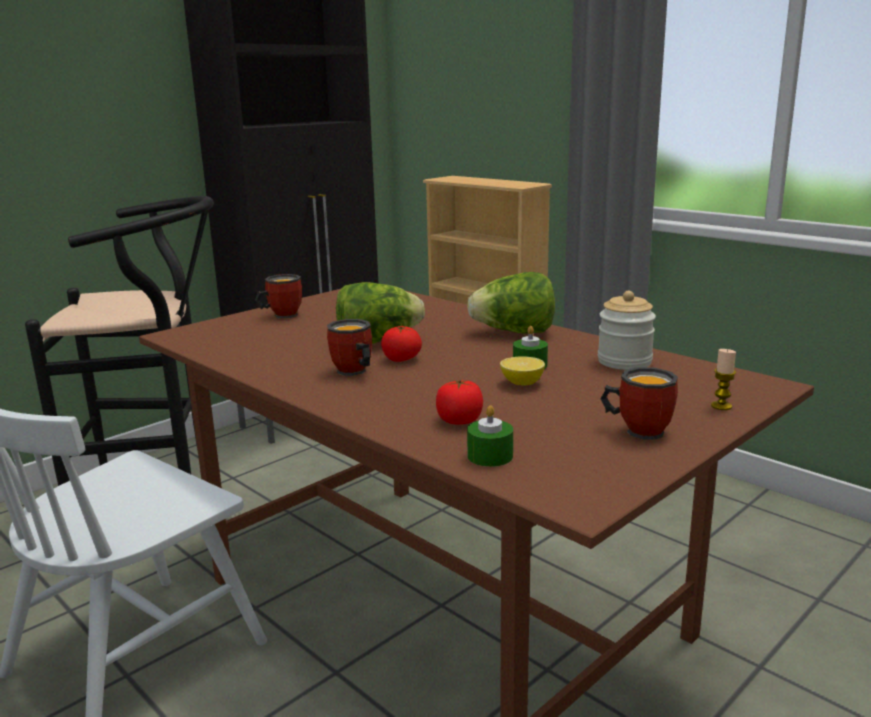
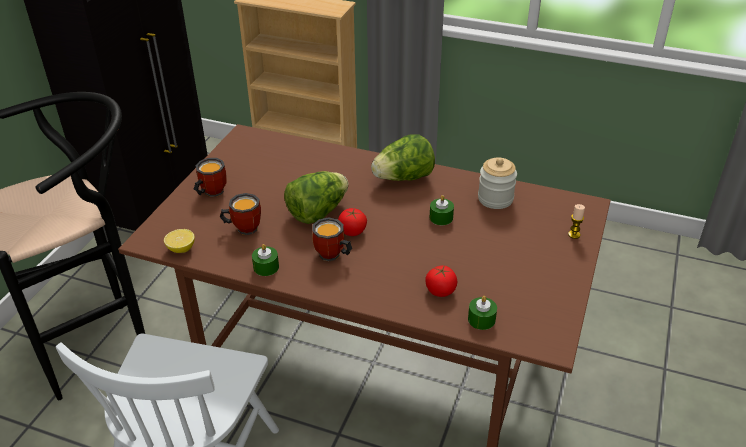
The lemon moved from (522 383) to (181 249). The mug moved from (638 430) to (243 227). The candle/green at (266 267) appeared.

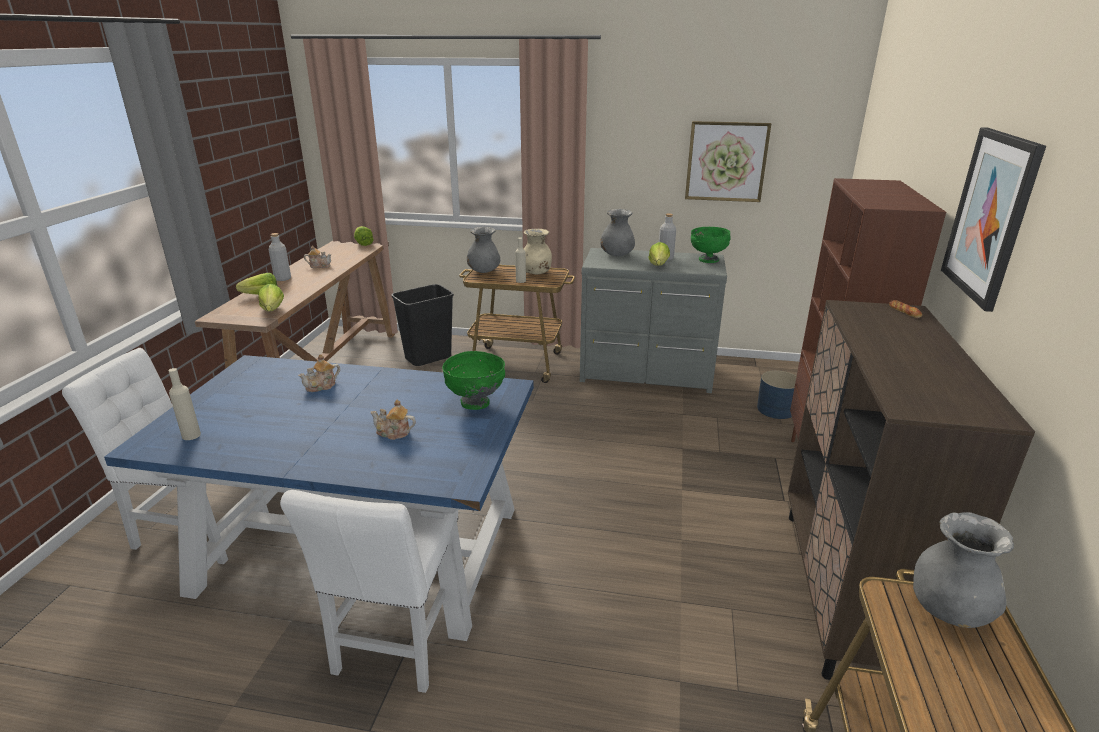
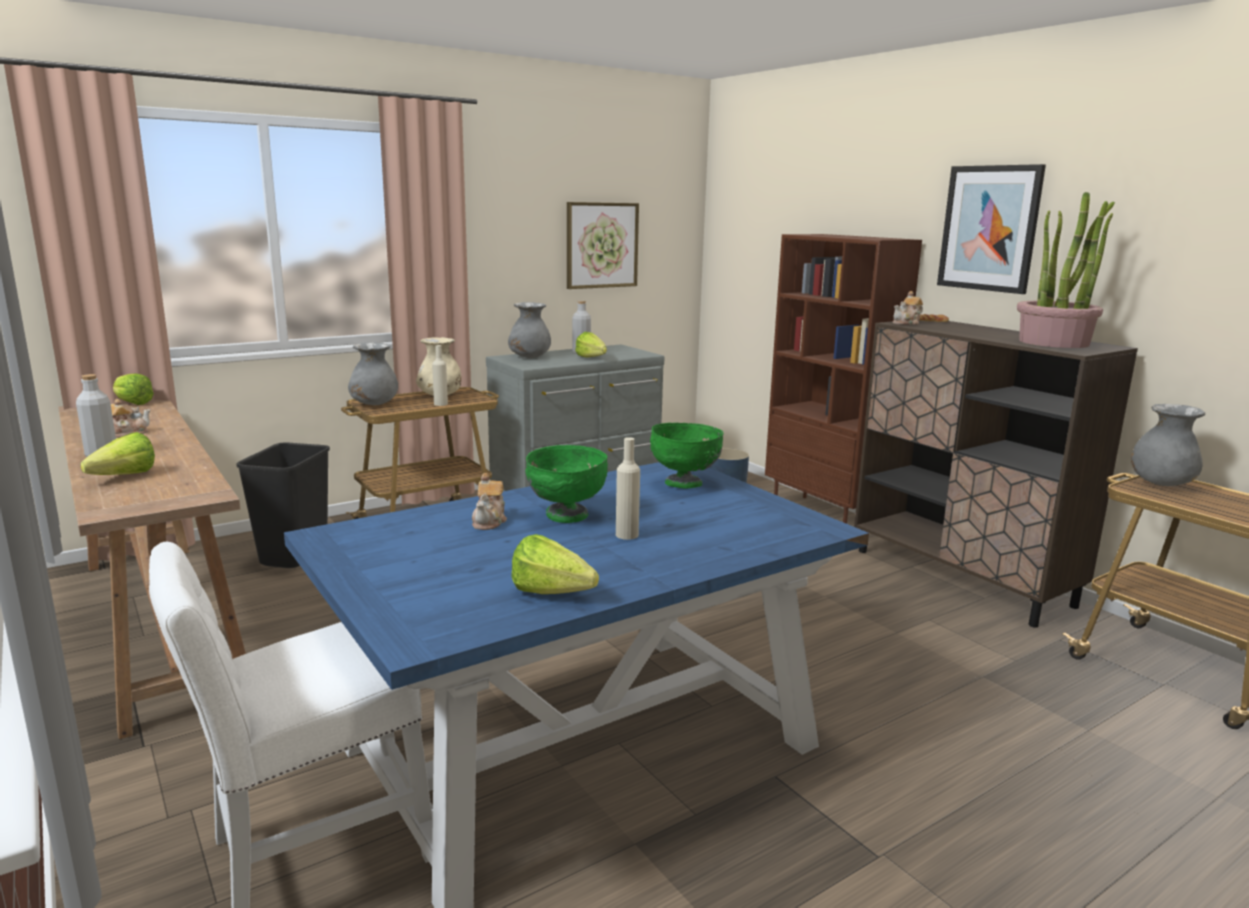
The lettuce moved from (271 312) to (556 595). The bowl/green moved from (707 260) to (566 515). The bottle/beige moved from (191 435) to (627 535). The teapot moved from (394 433) to (907 323). The potted plant at (1054 342) appeared. The chair/white at (400 638) disappeared.

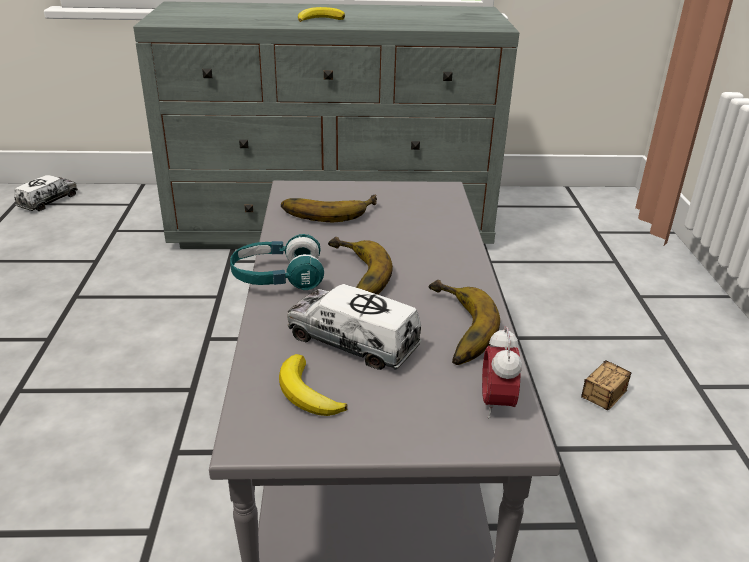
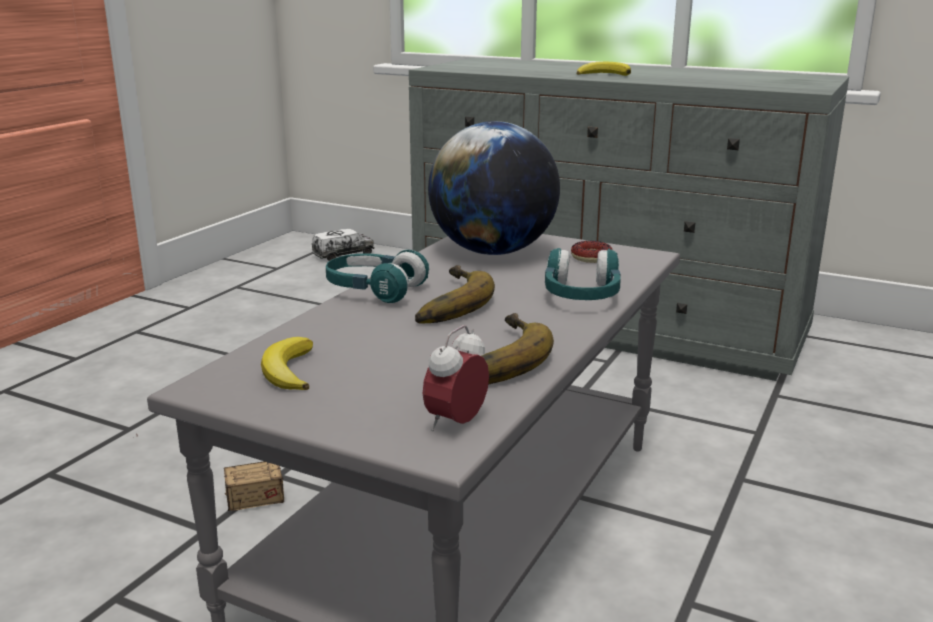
The storage box moved from (590 409) to (217 505). The banana at (328 210) was replaced by the globe at (493 252). The headphones/turquoise at (581 296) appeared. The donut at (591 257) appeared. The toy truck at (353 342) disappeared.

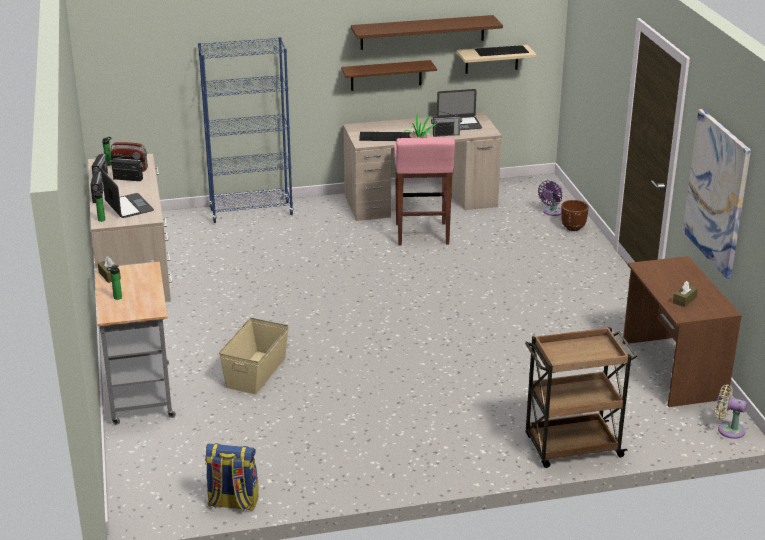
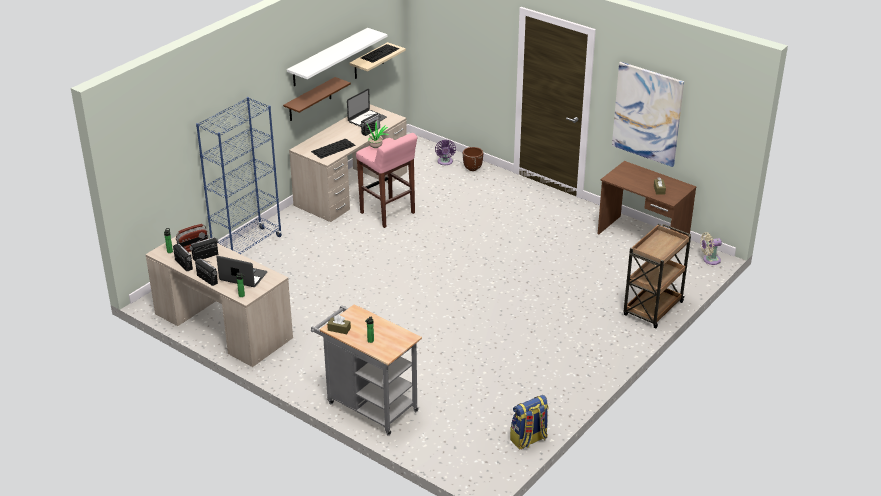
The shelf/brown at (422 32) became the shelf/white at (328 57). The storage box/beige at (255 372) disappeared.

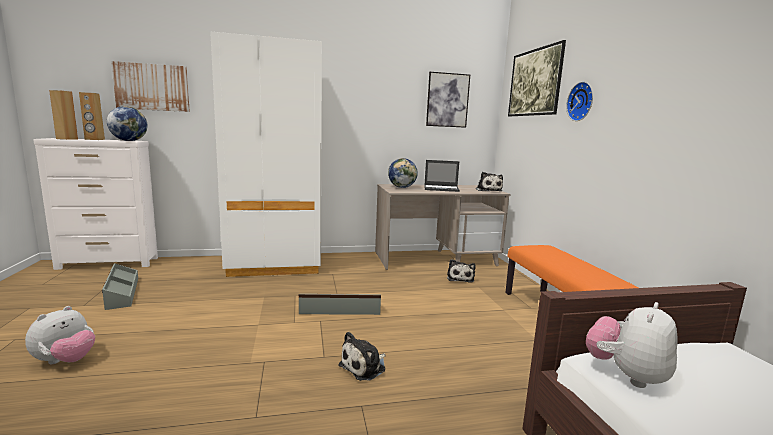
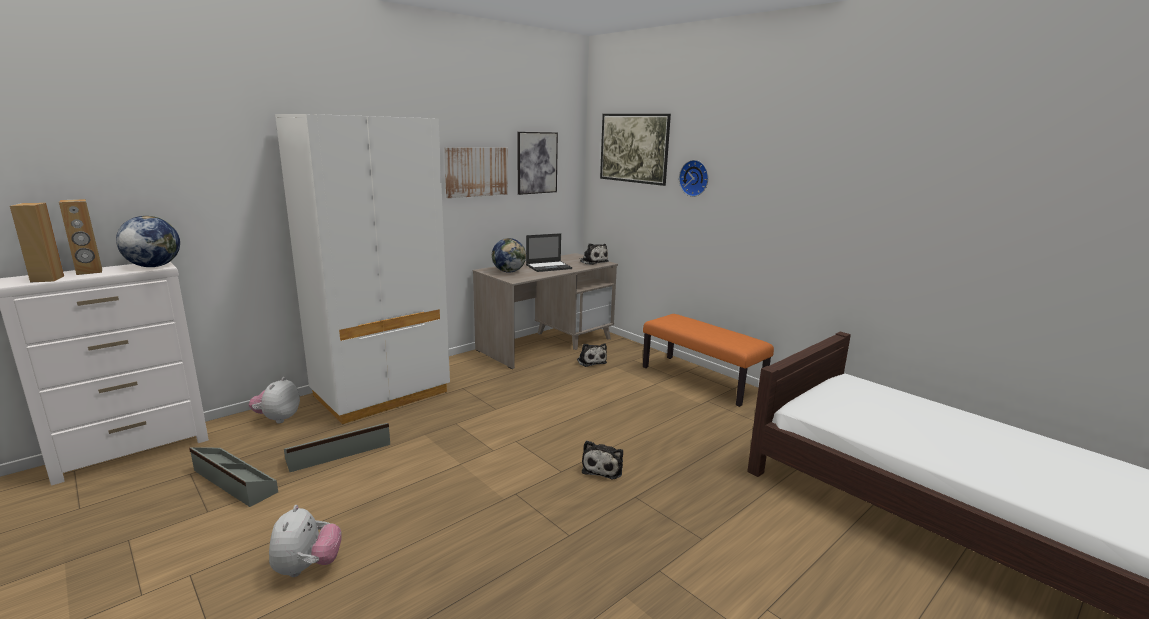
The plush toy moved from (626 375) to (277 419). The storage box/grey moved from (340 310) to (339 452). The picture moved from (152 87) to (476 172).

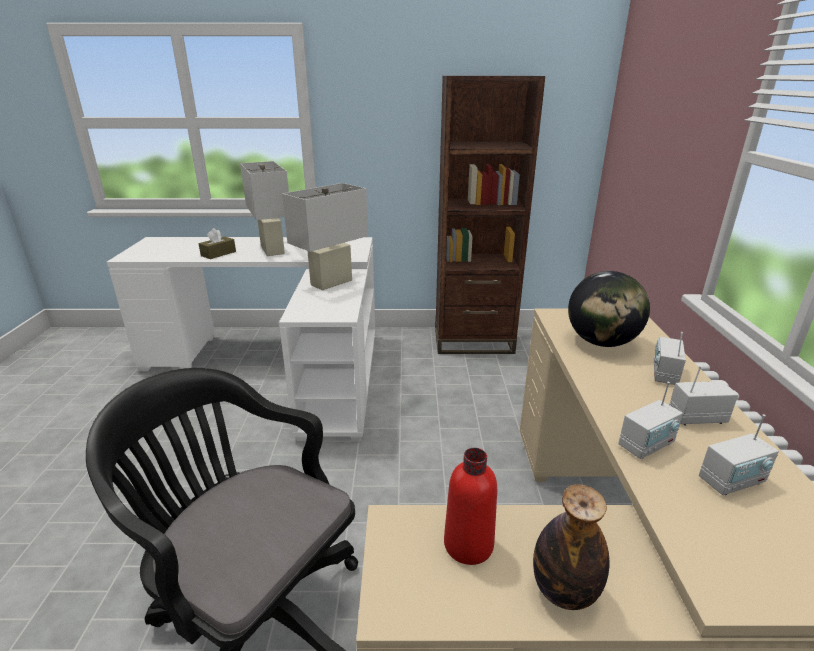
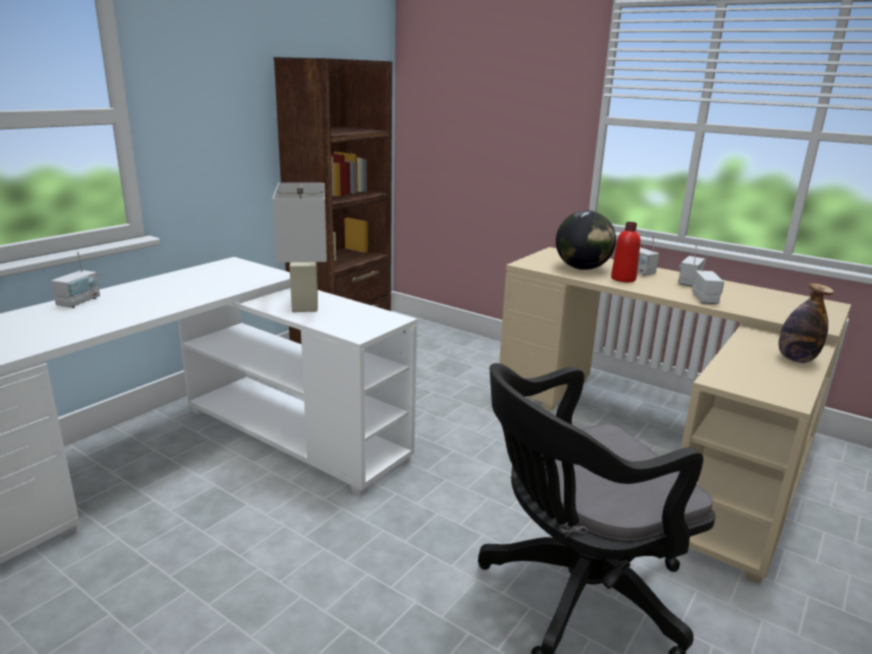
The radio moved from (732 481) to (79 302). The bottle/red moved from (468 544) to (623 279). The tissue box/brown at (218 254) disappeared. The table lamp/white at (272 250) disappeared.

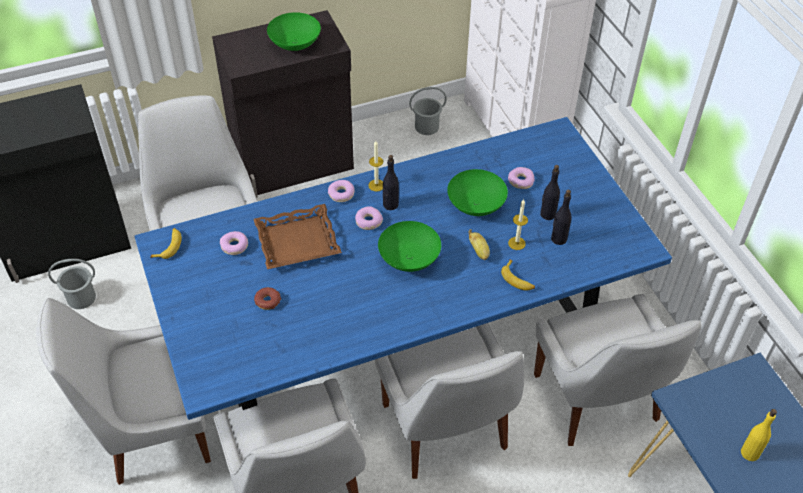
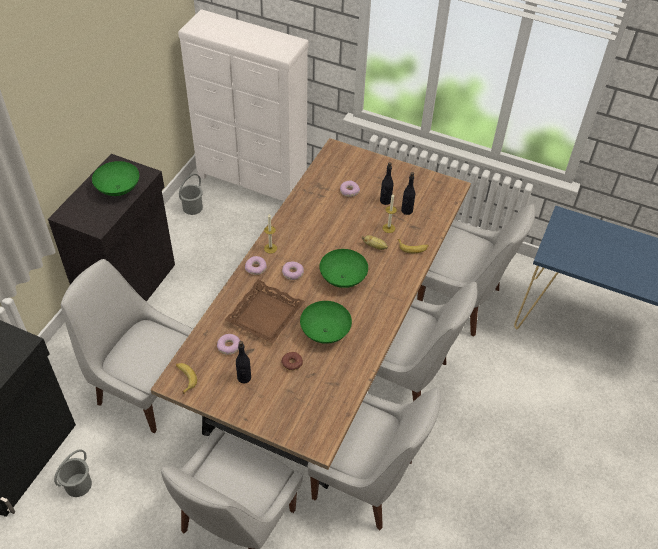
The dining table/blue at (400 343) became the dining table/brown at (326 350). The bottle/black moved from (390 205) to (244 378). The bowl/green moved from (476 206) to (326 332). The bottle/yellow at (750 453) disappeared.

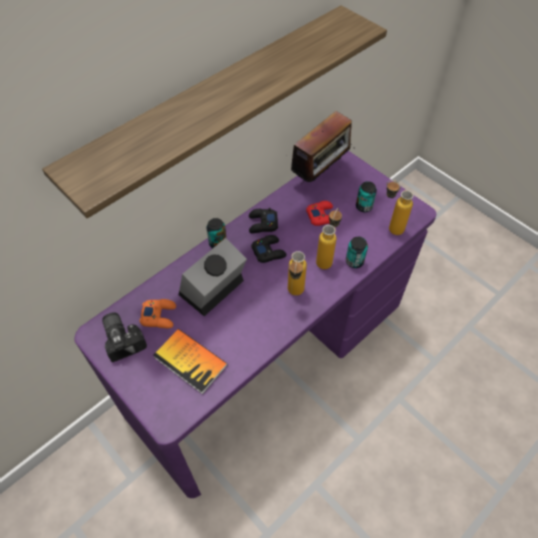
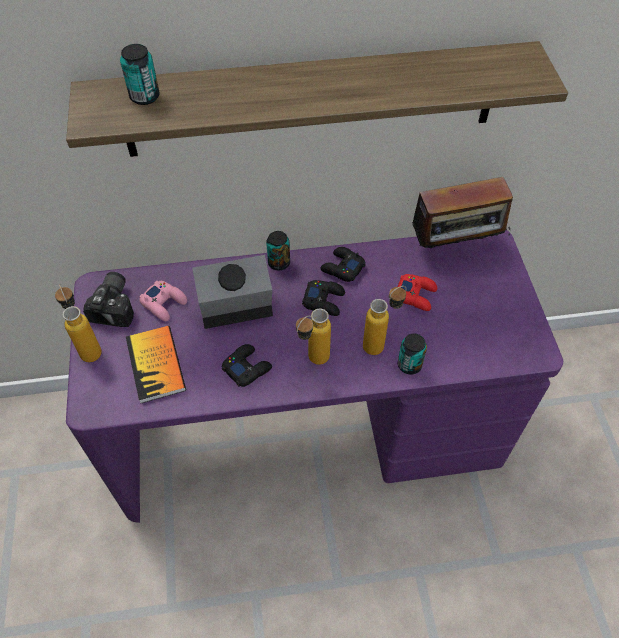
The bottle moved from (390 227) to (88 347). The can moved from (364 207) to (144 97). The game controller/orange at (159 316) became the game controller/pink at (164 303). The game controller/black at (247 368) appeared.

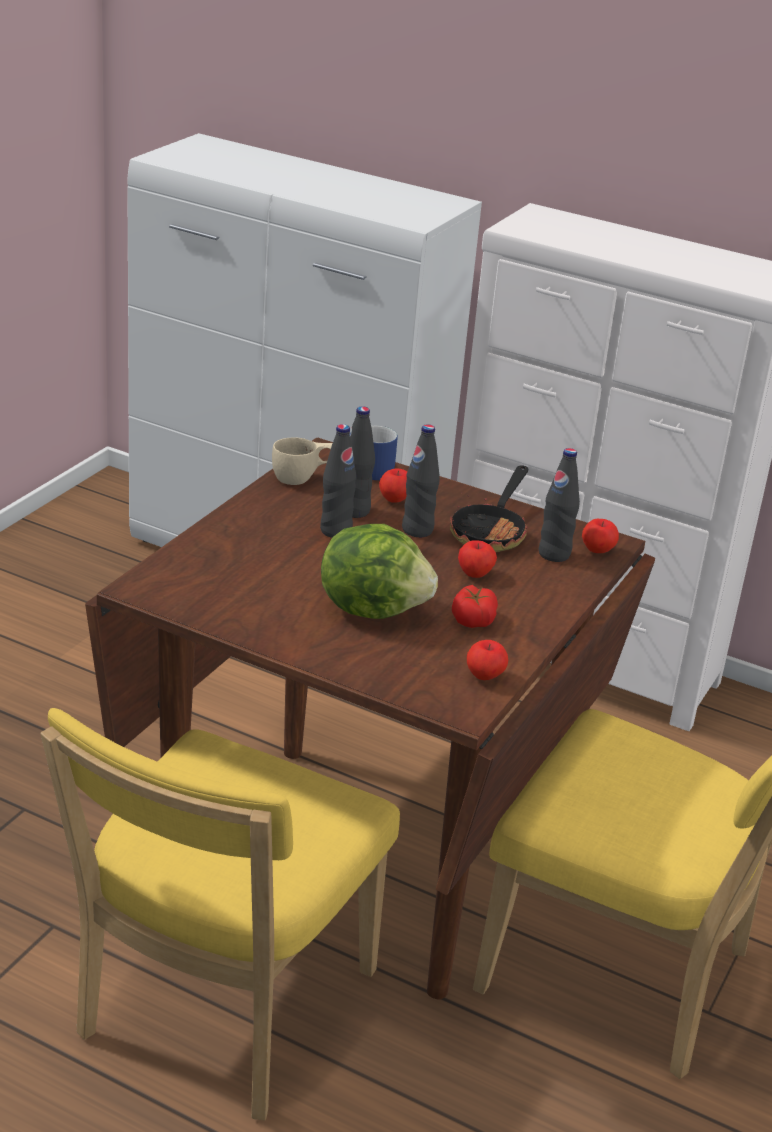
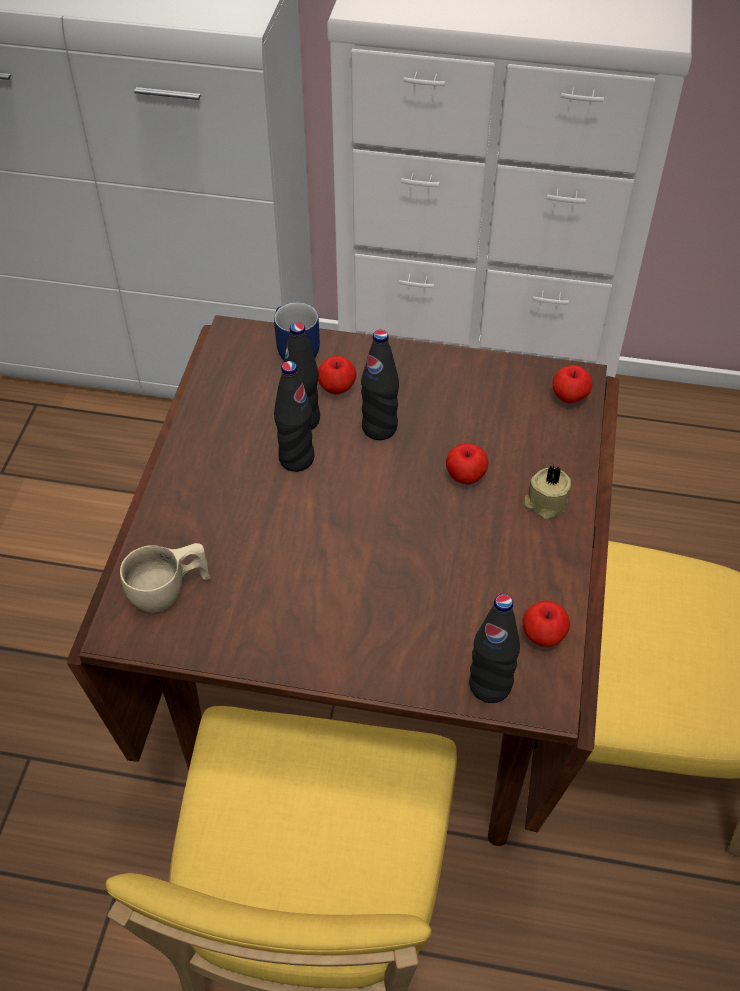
The cup/beige moved from (303 479) to (169 592). The bottle/black moved from (554 554) to (490 686). The candle/beige at (545 503) appeared. The lettuce at (373 608) disappeared. The frying pan at (492 531) disappeared. The tomato at (473 619) disappeared.

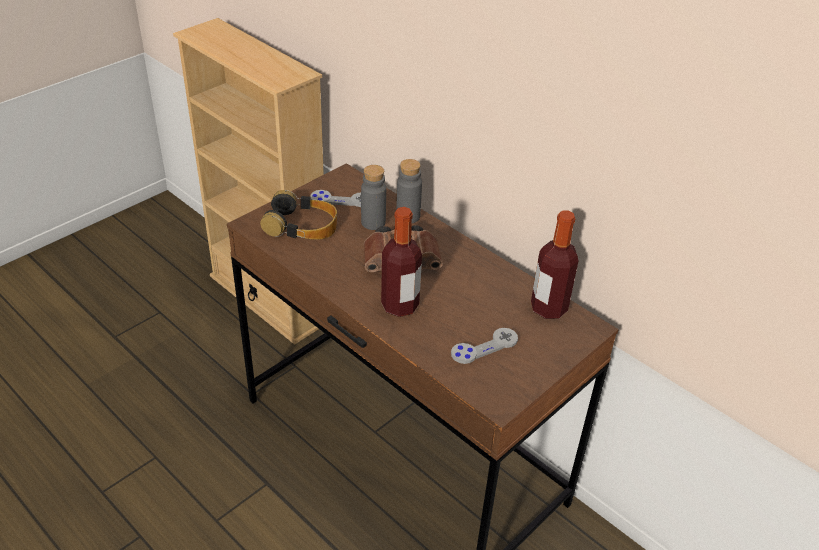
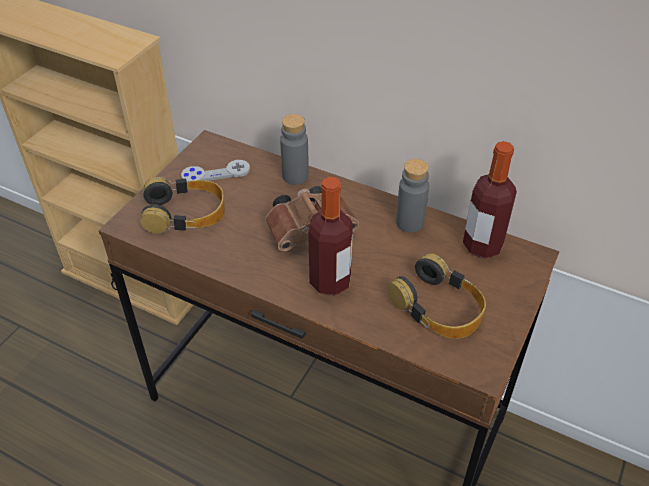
The game controller/grey at (484 347) was replaced by the headphones at (438 307). The bottle/grey moved from (373 222) to (409 222).

